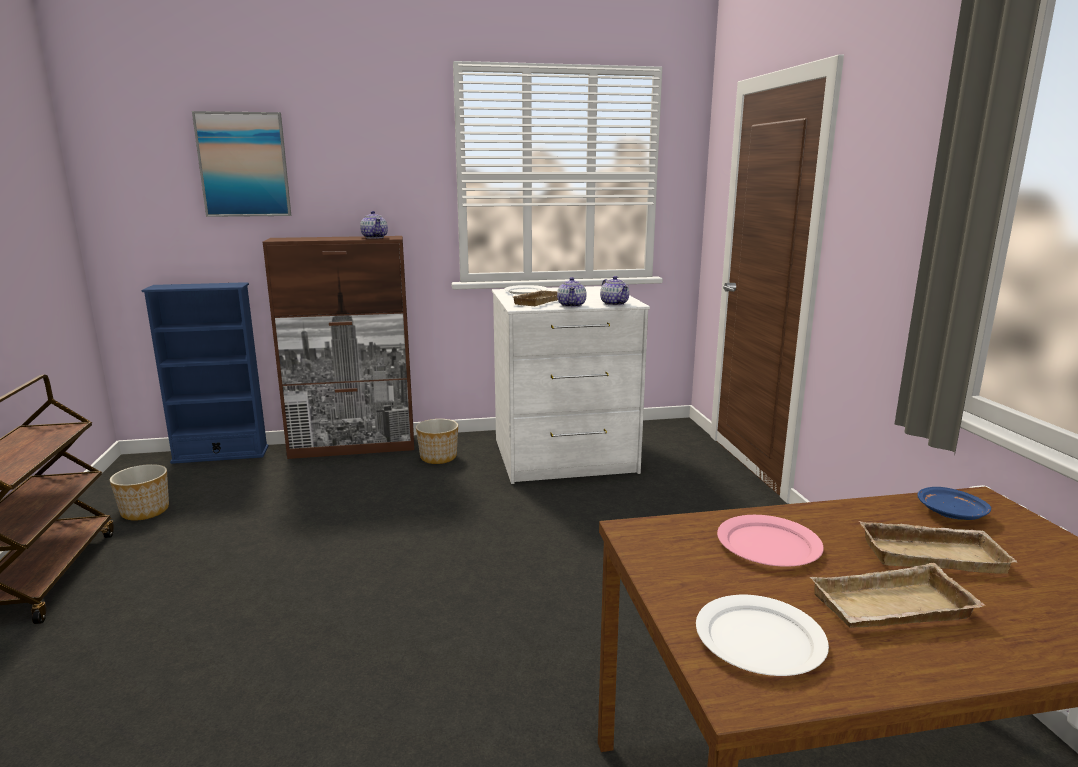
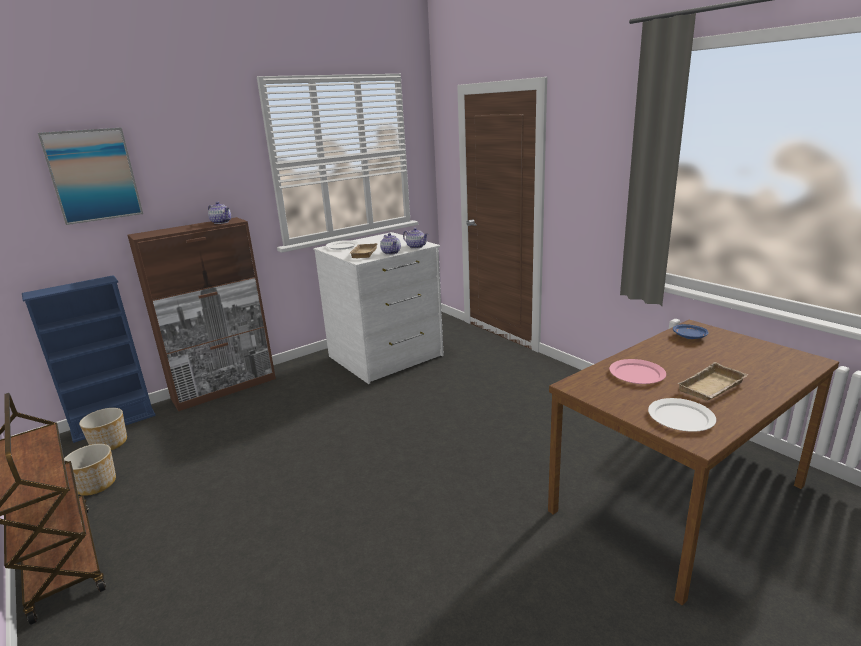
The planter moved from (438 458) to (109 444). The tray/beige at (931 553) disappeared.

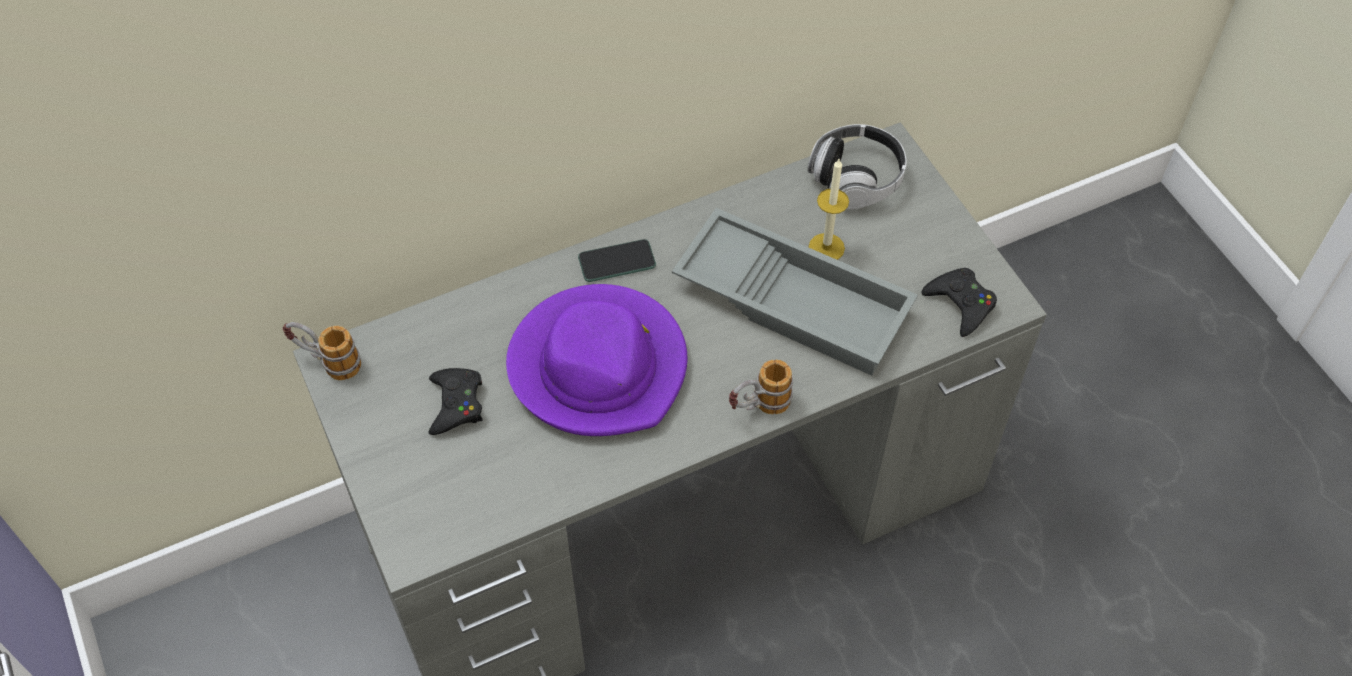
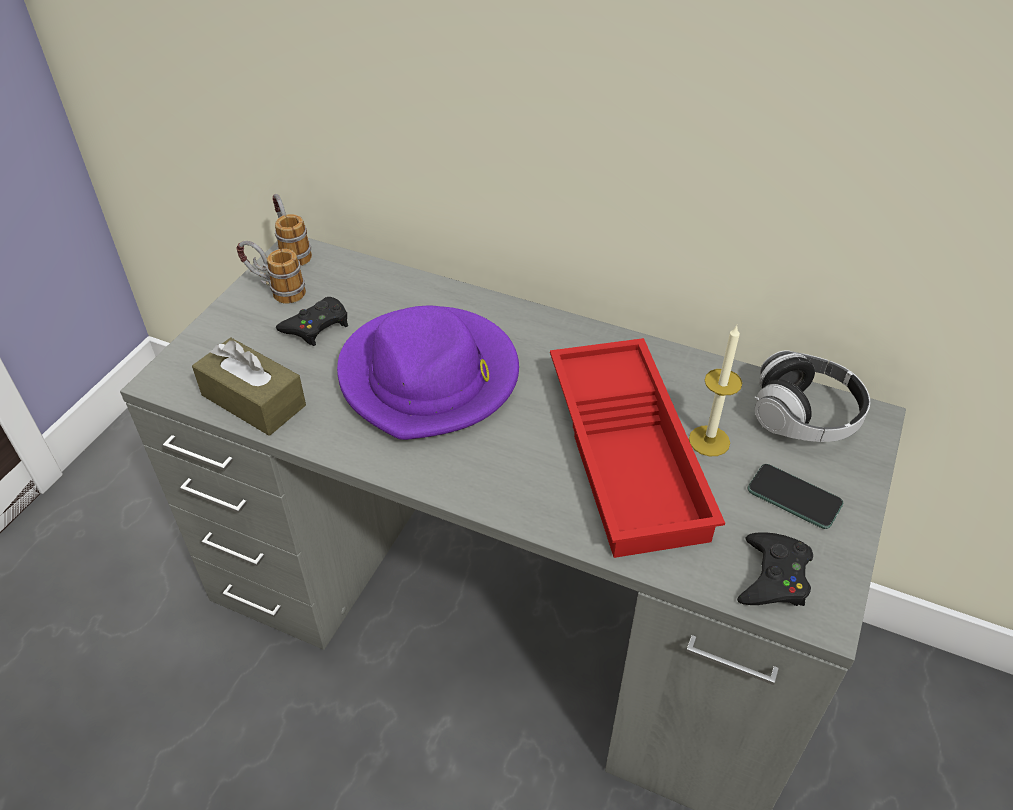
The tissue box/brown at (253 400) appeared. The mug moved from (758 407) to (275 291). The tray/grey at (795 299) became the tray/red at (631 454). The phone moved from (617 262) to (794 497).

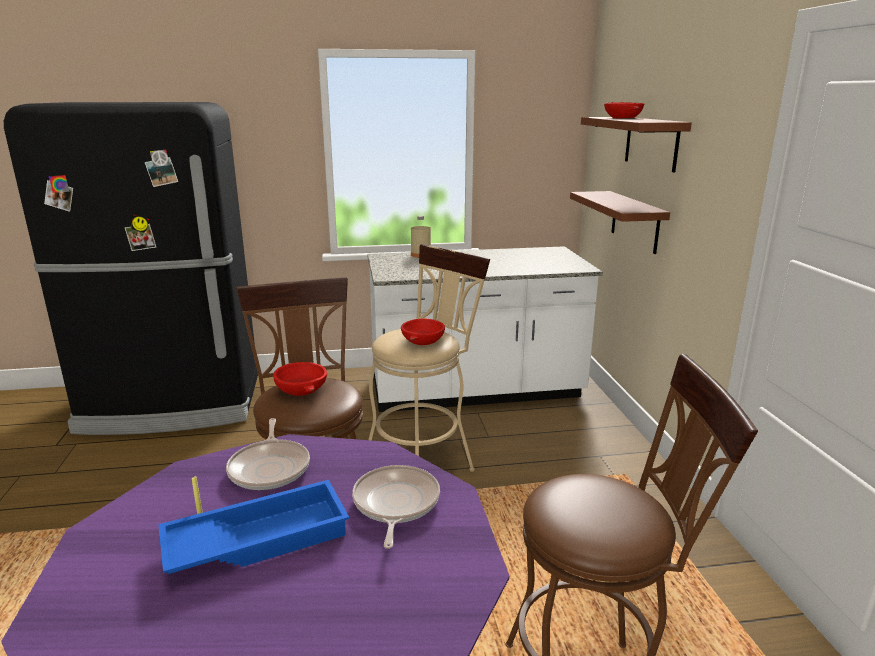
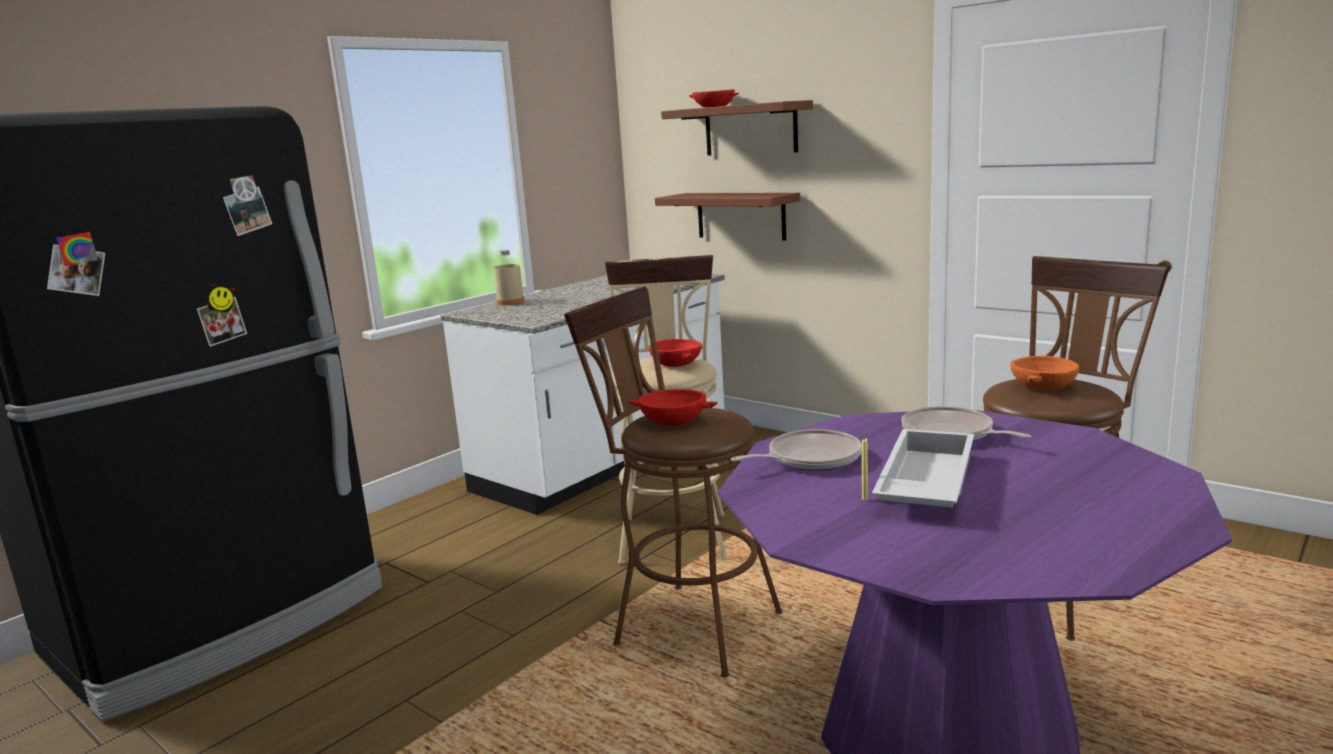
The frying pan at (270 468) turned 60 degrees counterclockwise. The tray/blue at (258 537) became the tray/white at (923 483). The bowl/orange at (1042 386) appeared.

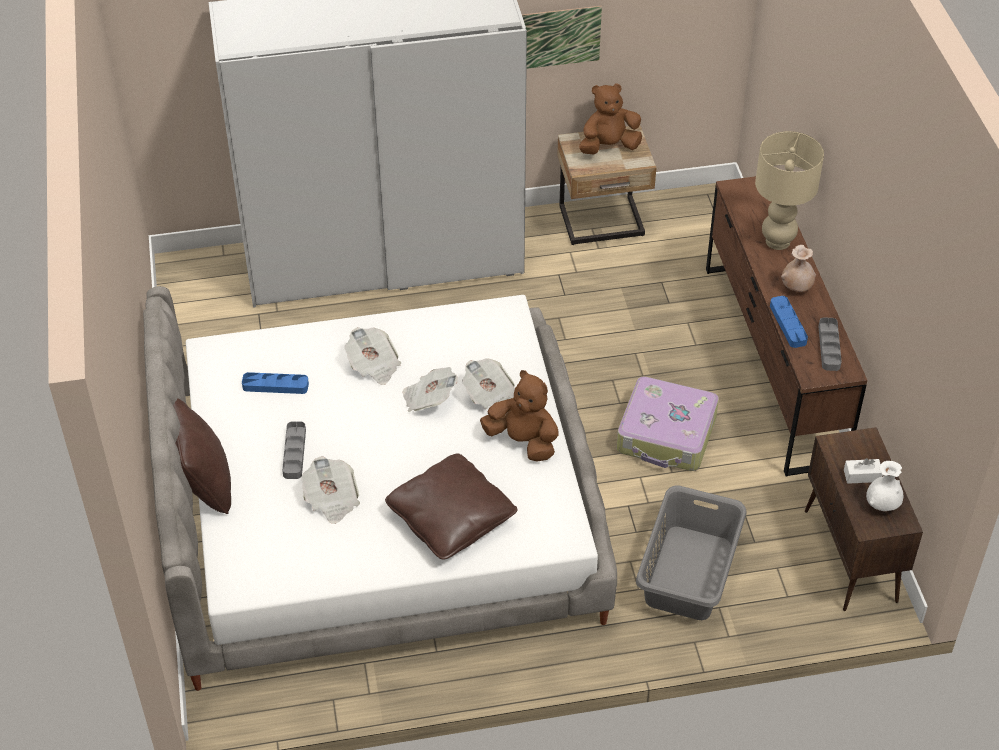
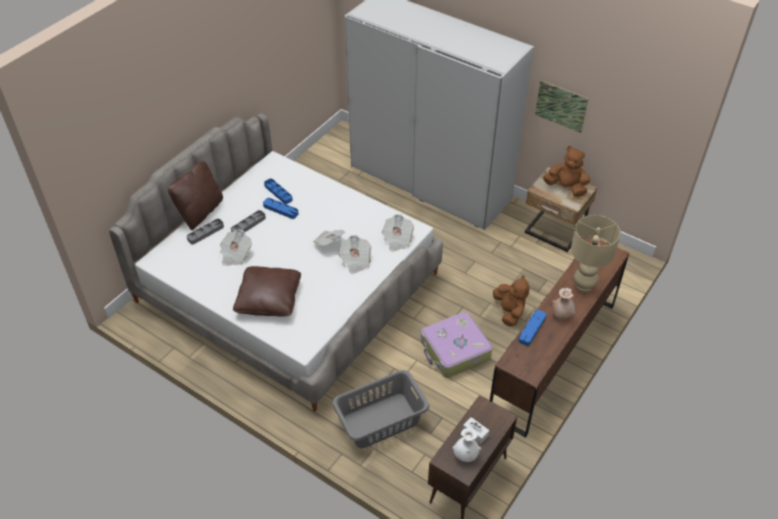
The tray/grey moved from (829 346) to (205 233). The tray/blue at (280 210) appeared. The newspaper moved from (373 366) to (397 240). The plush toy/brown moved from (523 441) to (509 312).

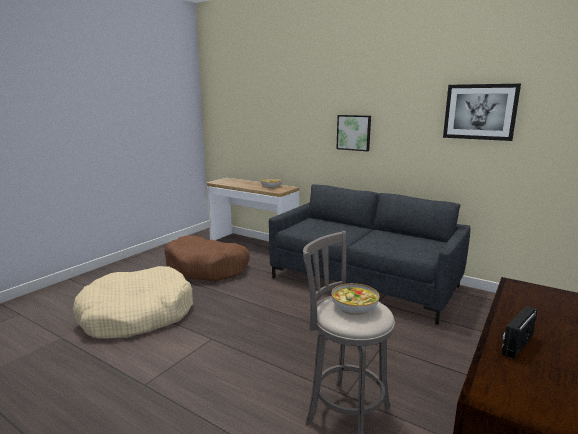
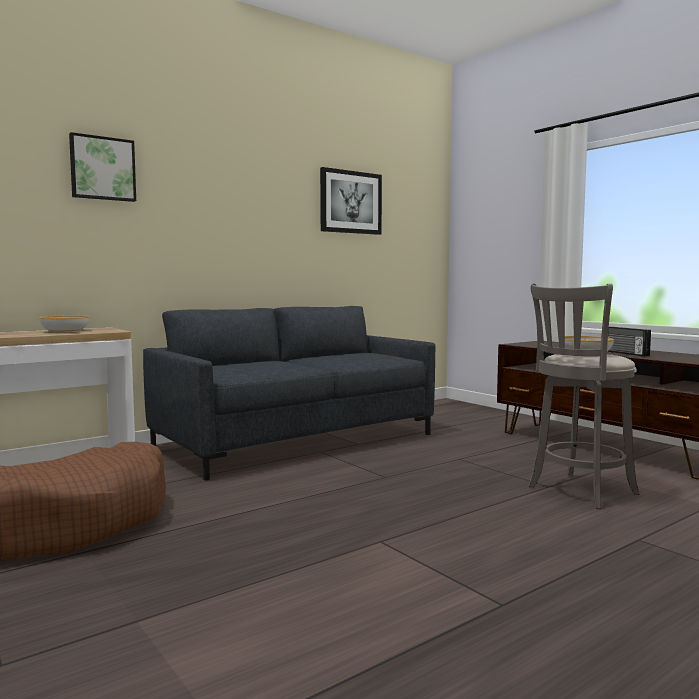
The picture moved from (354 132) to (102 168). The dog bed/beige at (137 315) disappeared.

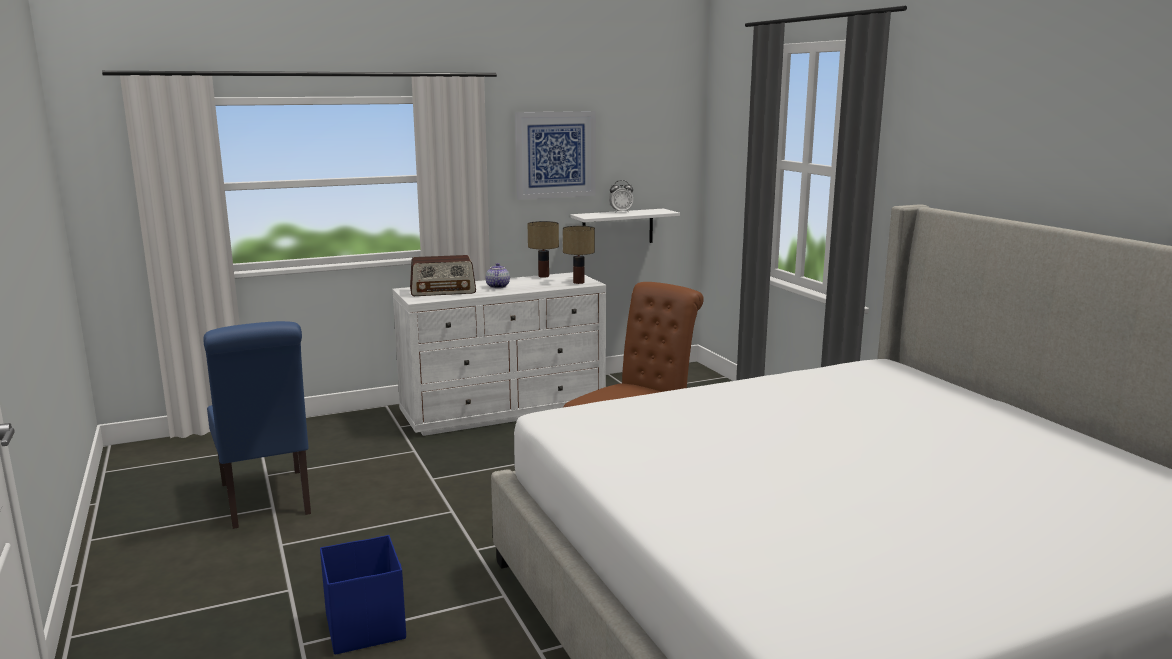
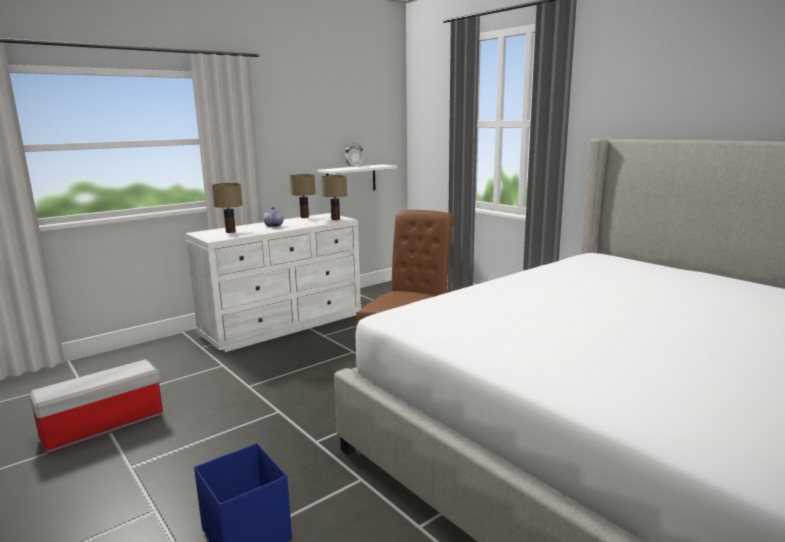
The chair/blue at (267 501) was replaced by the storage box at (102 427). The radio at (443 291) was replaced by the table lamp at (231 231). The picture at (555 155) disappeared.

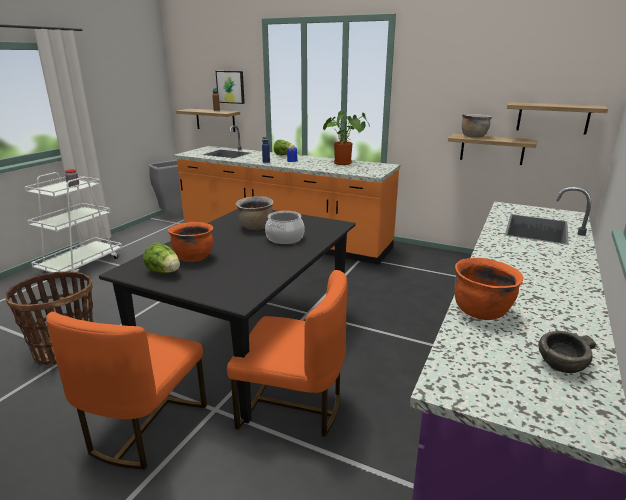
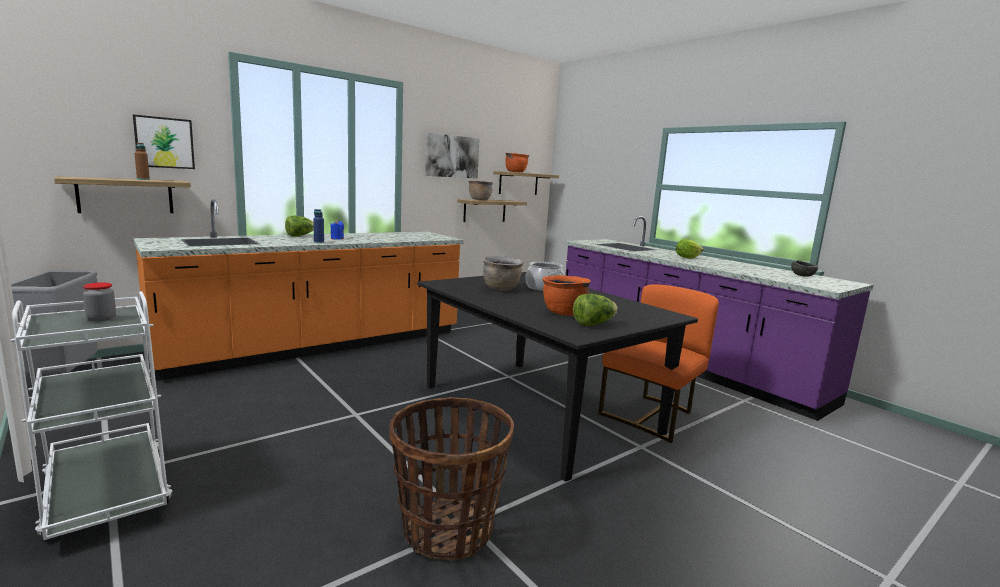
The picture at (452 156) appeared. The cooking pot/orange moved from (481 312) to (515 172). The lettuce at (687 258) appeared. The chair/orange at (144 427) disappeared. The potted plant at (345 163) disappeared.

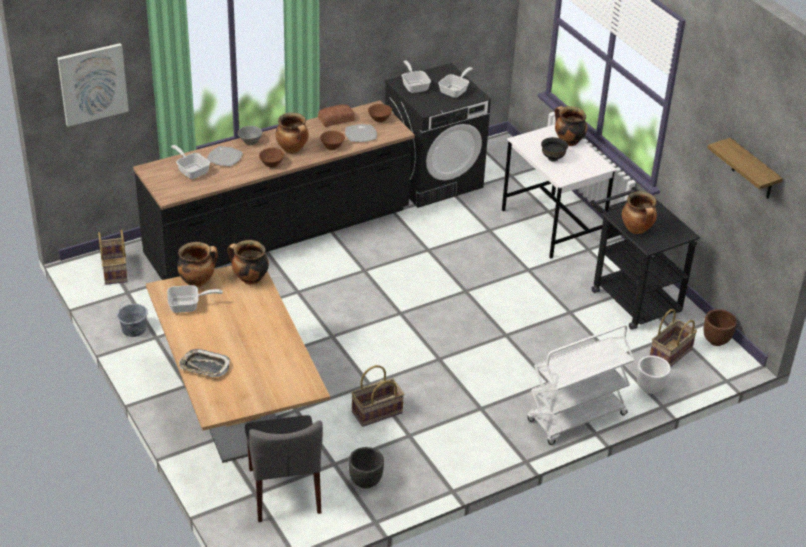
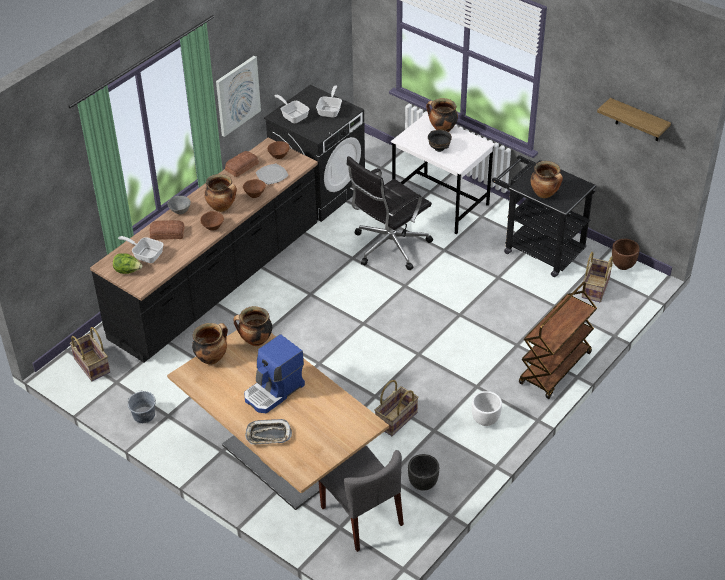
The lettuce at (128 271) appeared. The plate at (224 157) was replaced by the bread at (167 233). The picture moved from (93 84) to (237 95). The coffee machine at (274 392) appeared. The office chair/black at (389 247) appeared. The planter/white moved from (650 388) to (485 420). The cart/white at (576 418) became the cart/brown at (555 369). The frying pan at (188 306) disappeared.

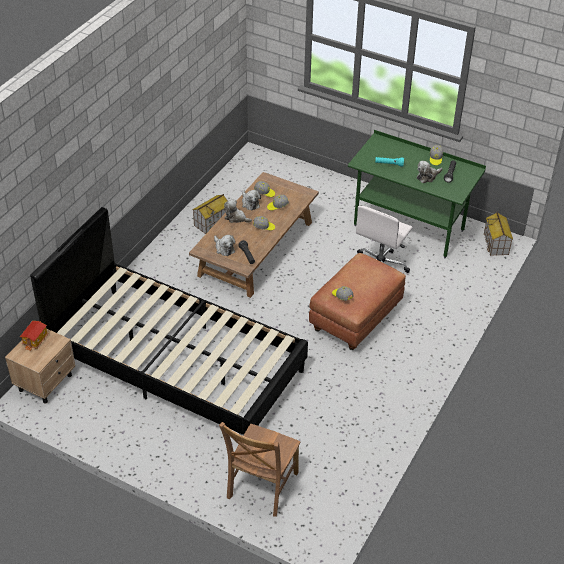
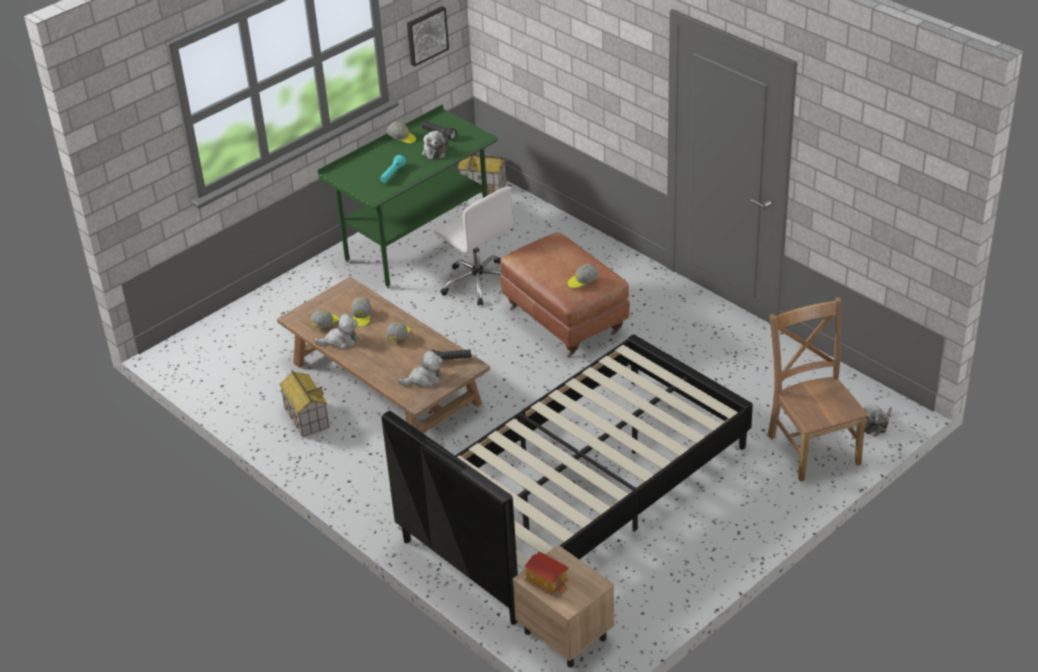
The picture at (426 35) appeared. The chair/brown at (261 487) turned 150 degrees counterclockwise. The plush toy moved from (236 218) to (875 425).

